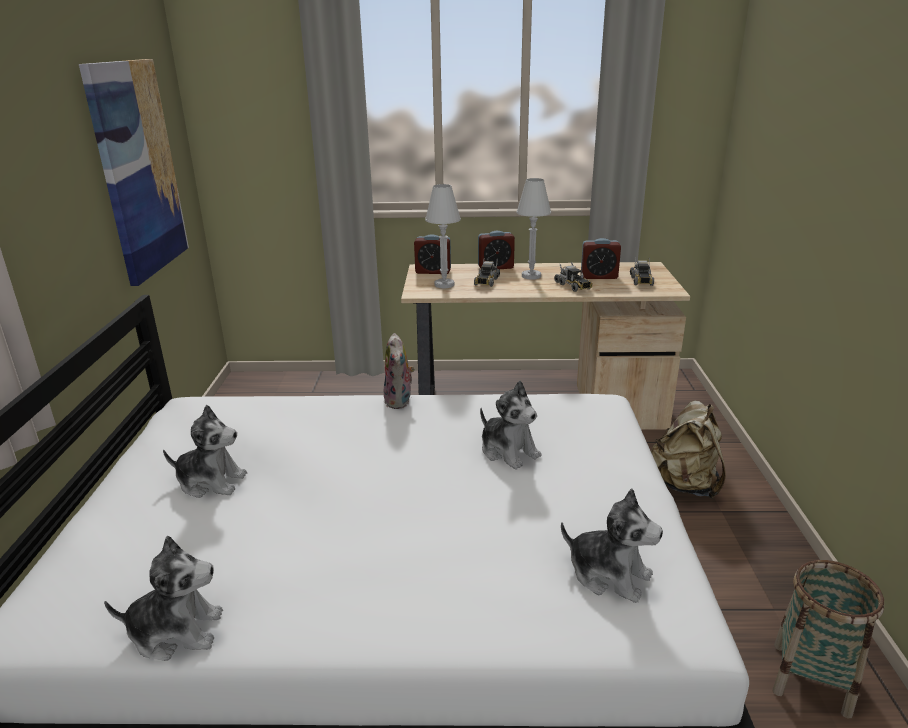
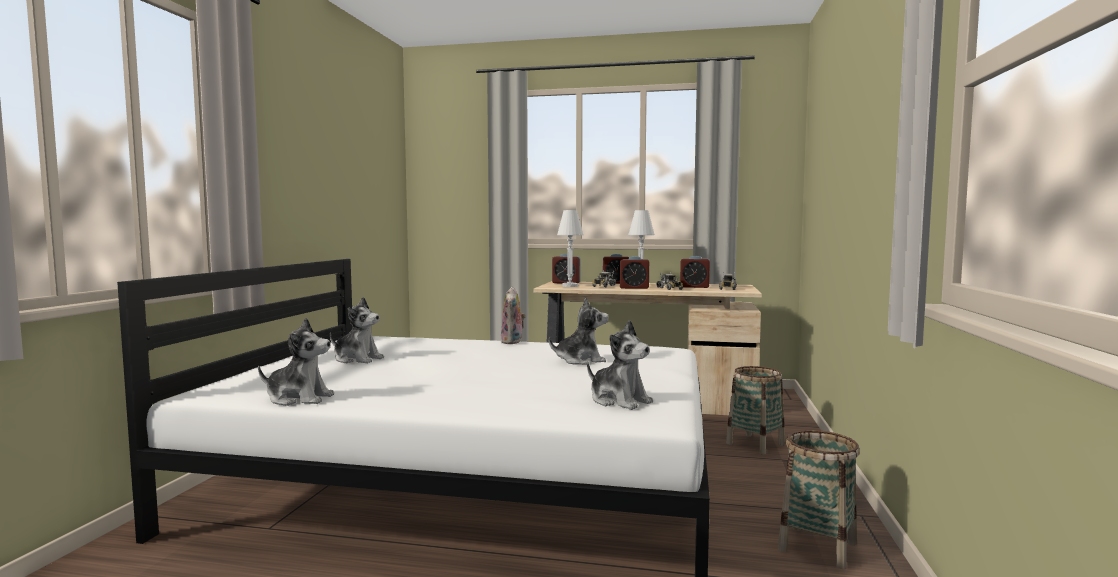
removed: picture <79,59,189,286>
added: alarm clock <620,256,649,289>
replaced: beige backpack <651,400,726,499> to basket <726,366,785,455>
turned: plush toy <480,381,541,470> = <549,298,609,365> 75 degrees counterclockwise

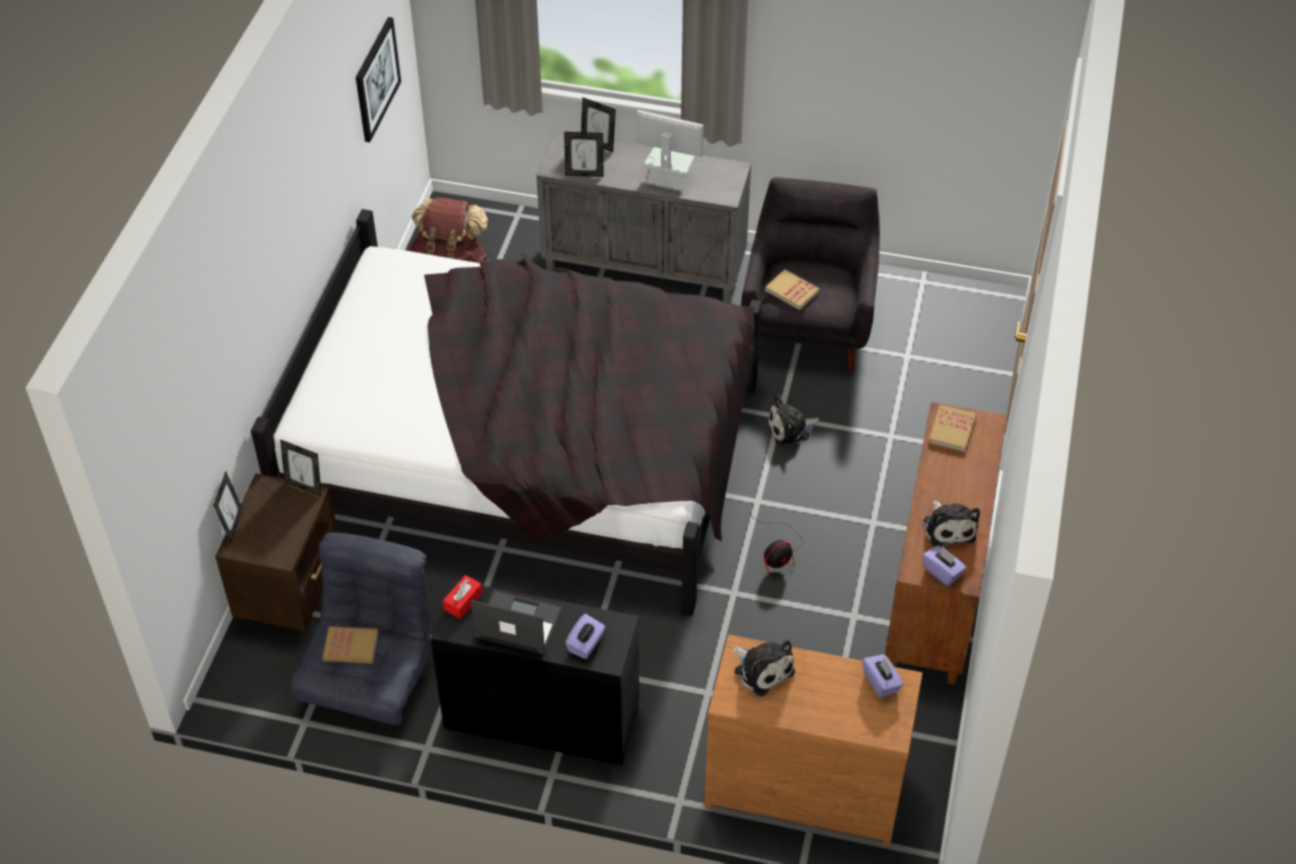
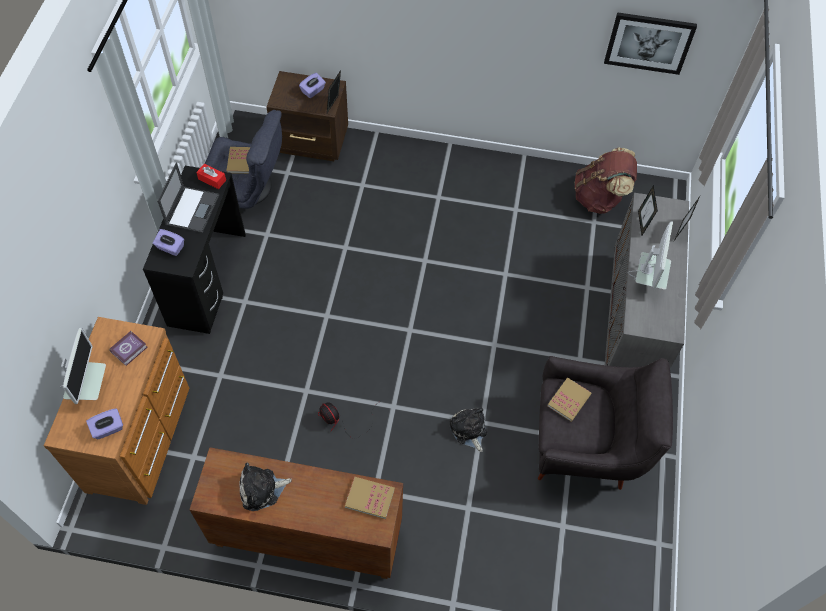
removed: picture frame <213,471,242,543>; black bed <251,209,762,616>
added: monitor <60,328,106,404>
moved: purple tissue box <922,545,966,586> to <299,73,326,98>
replaced: plush toy <732,640,795,697> to book <109,331,148,366>

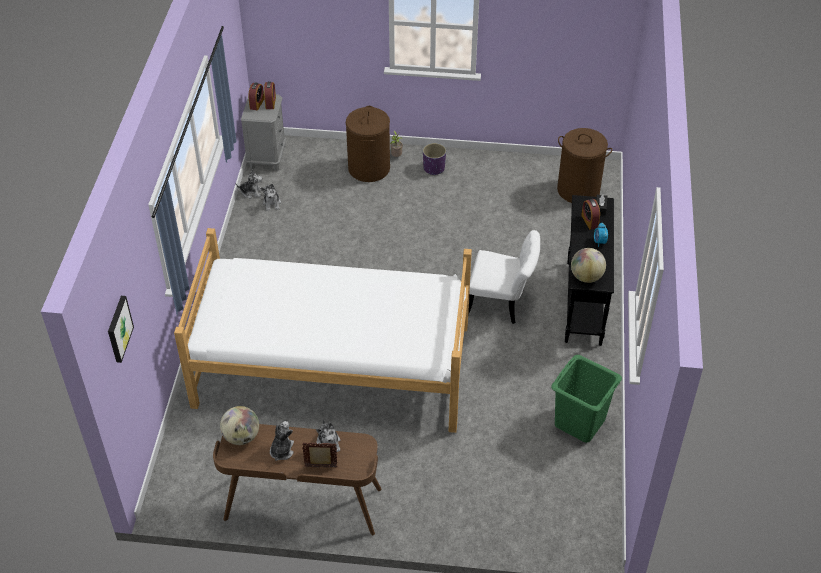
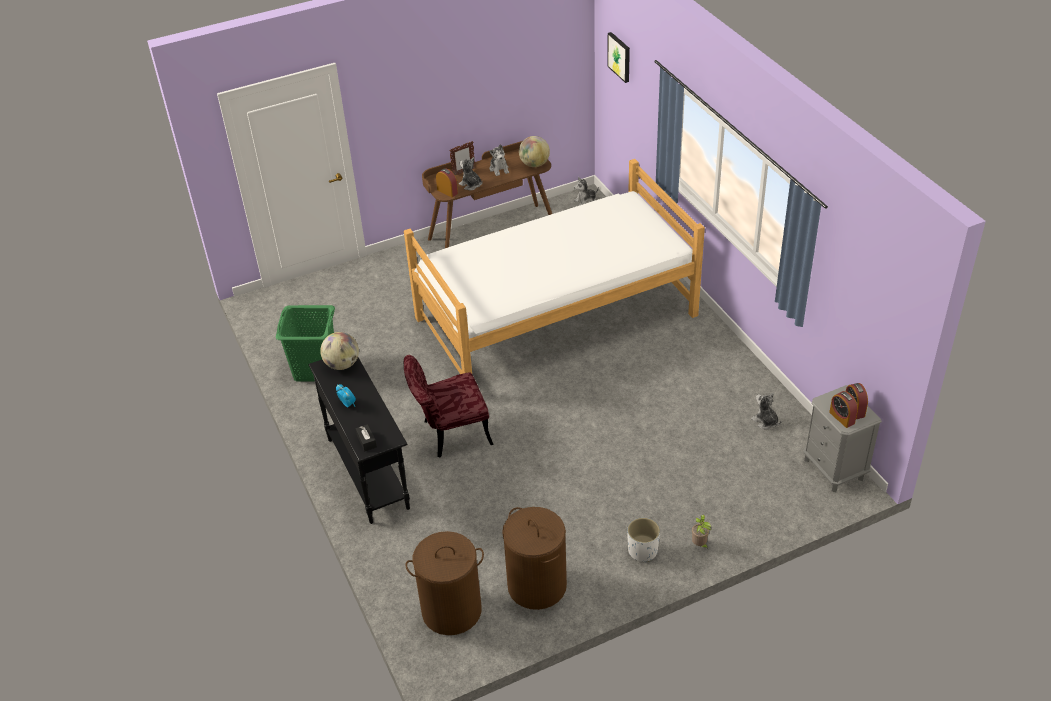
moved: plush toy <235,170,262,198> to <574,177,599,206>; brown laundry basket <346,106,390,182> to <502,507,567,610>; alarm clock <581,199,600,230> to <436,169,458,197>
recoloured: purple planter <423,143,446,175> to white planter <627,518,660,562>; white chair <468,230,540,324> to red chair <404,355,494,457>

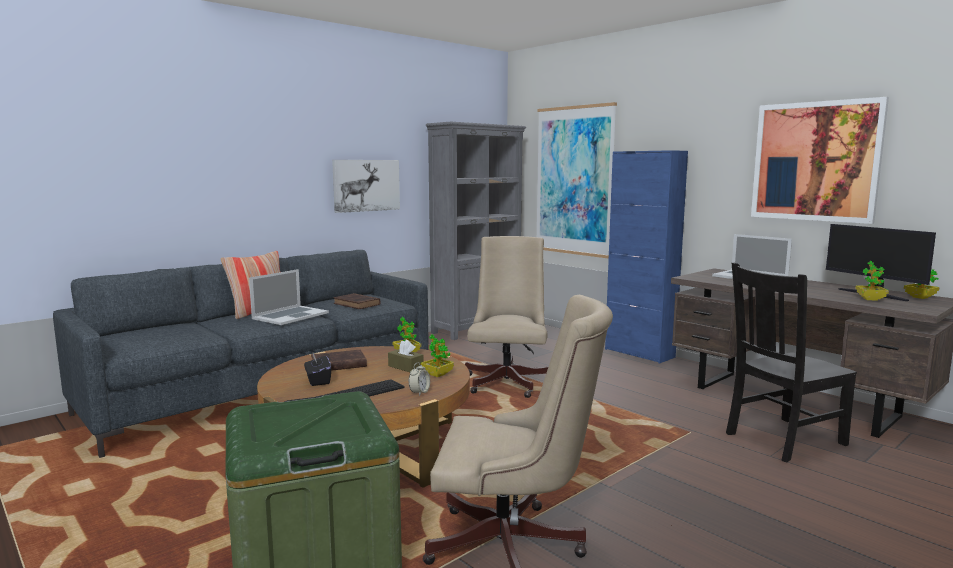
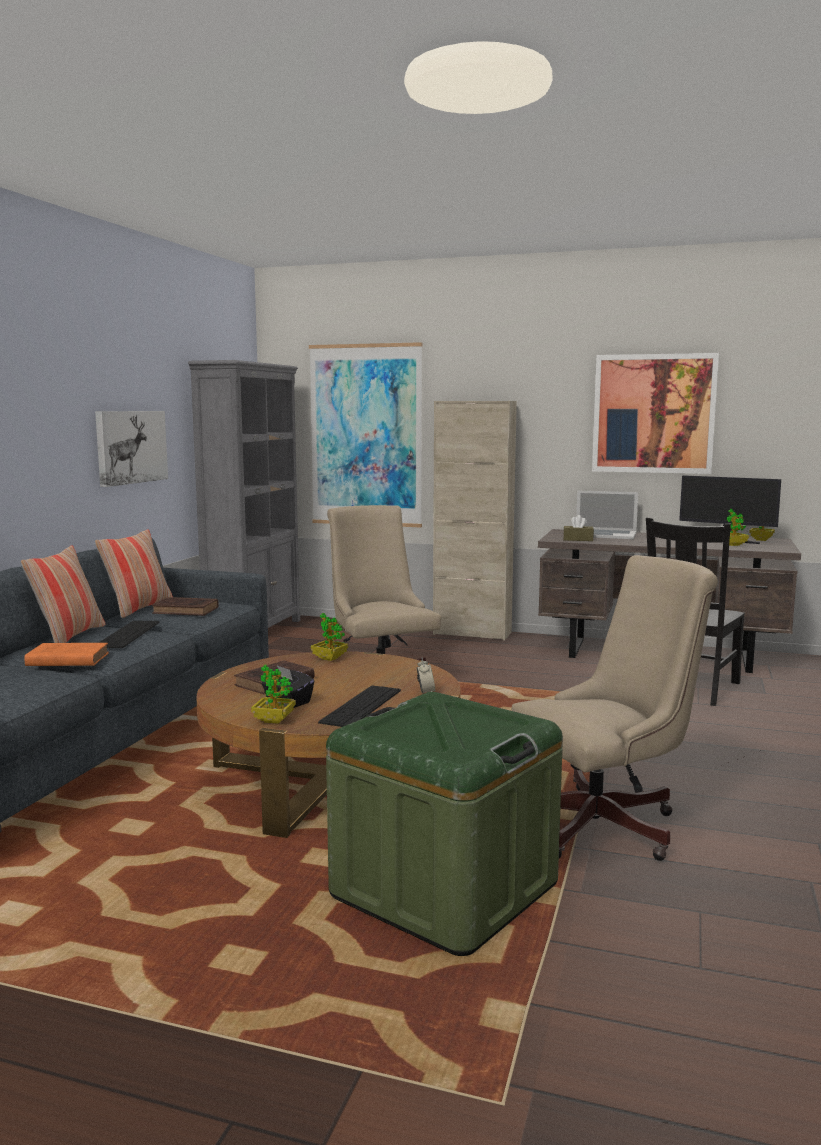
added: orange book <24,643,109,666>; pillow <95,529,173,618>
moved: brown tissue box <388,340,424,372> to <563,515,594,541>; potted plant <421,334,454,377> to <251,665,296,724>
replaced: laptop <249,269,329,325> to keyboard <99,621,159,648>
recoloured: blue cabinet <605,150,688,363> to beige cabinet <433,401,517,641>

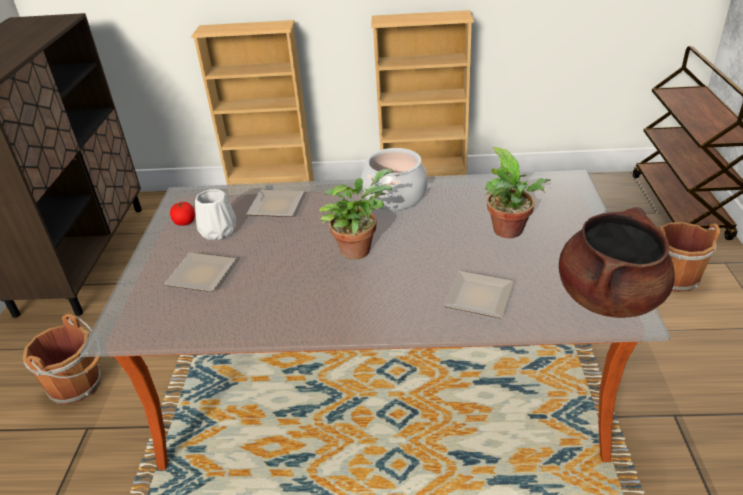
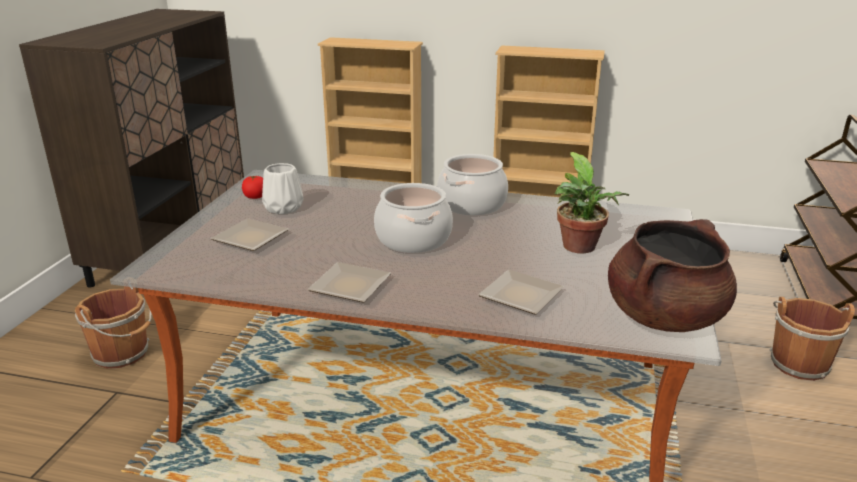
moved: plate <246,190,304,217> to <307,262,391,303>
replaced: potted plant <319,169,393,260> to cooking pot <374,183,453,253>

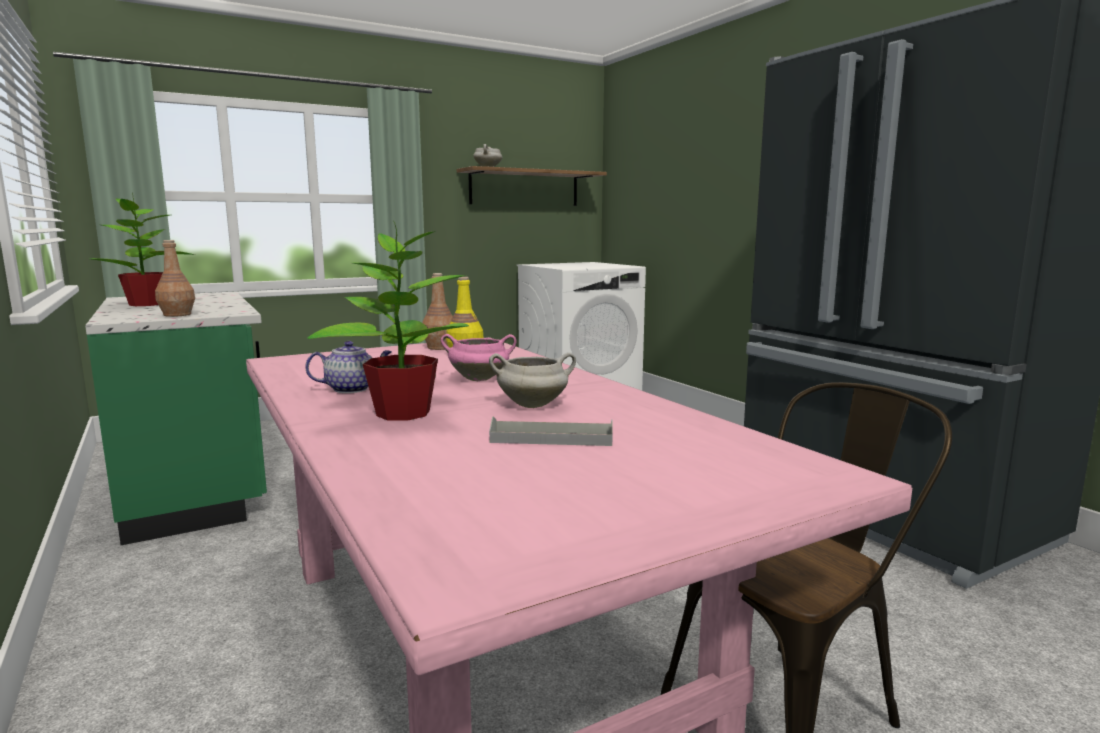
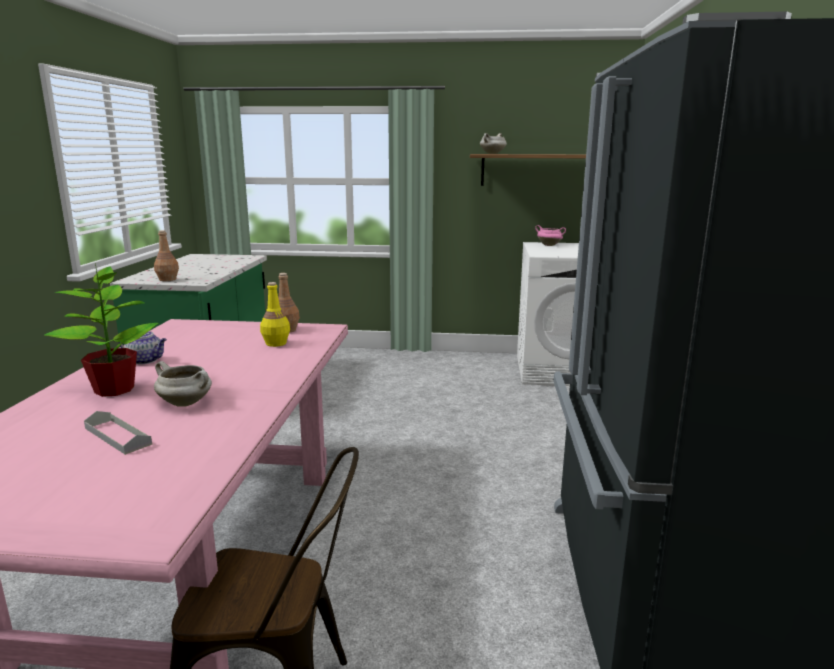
removed: potted plant <91,198,195,306>
moved: pink cooking pot <441,334,516,381> to <535,225,566,246>

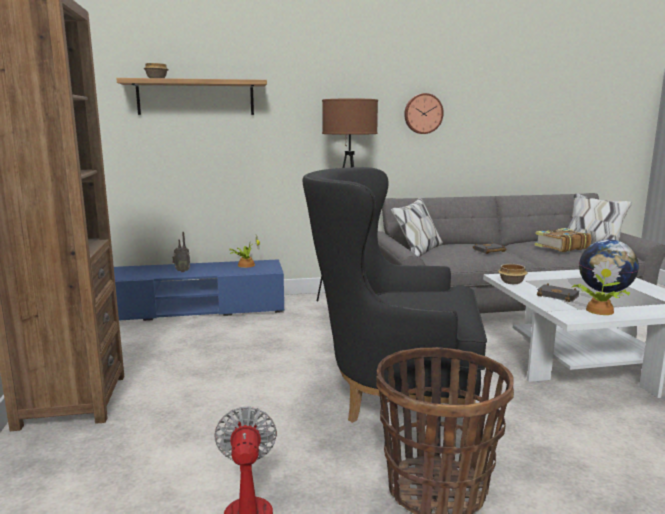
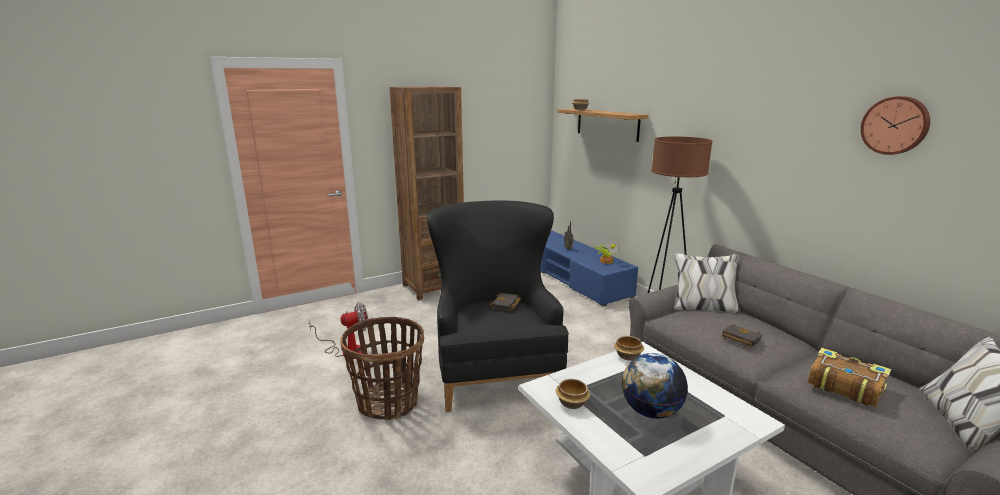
moved: wall clock <404,93,444,134> to <860,96,930,155>; black book <537,284,579,302> to <489,293,521,311>
replaced: potted plant <571,260,630,315> to bowl <556,379,590,409>

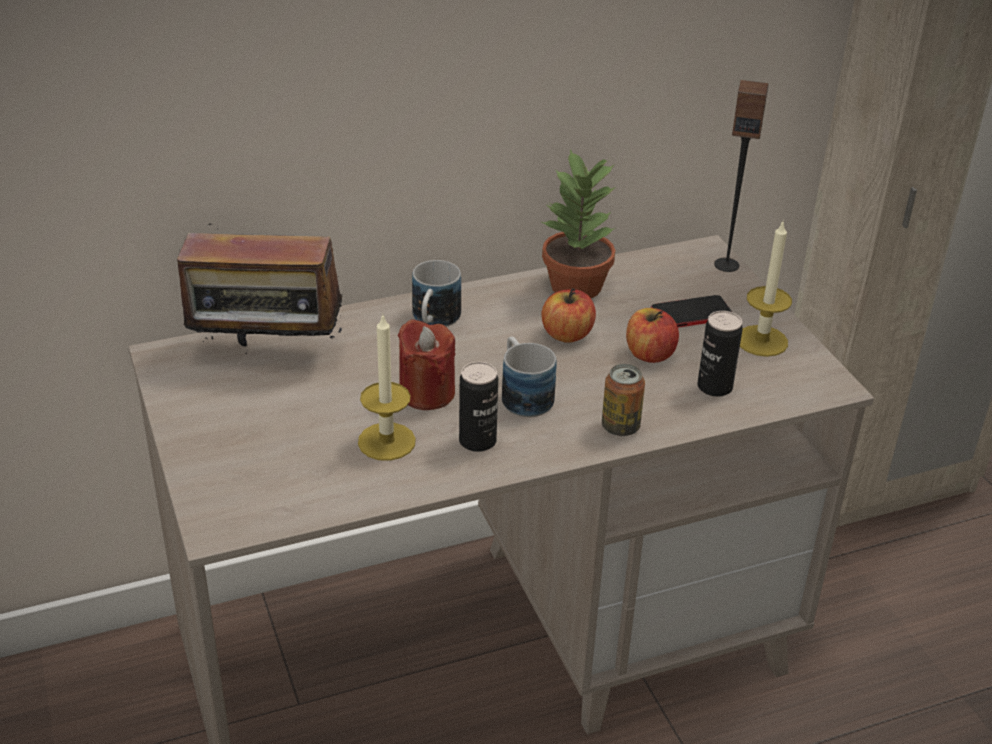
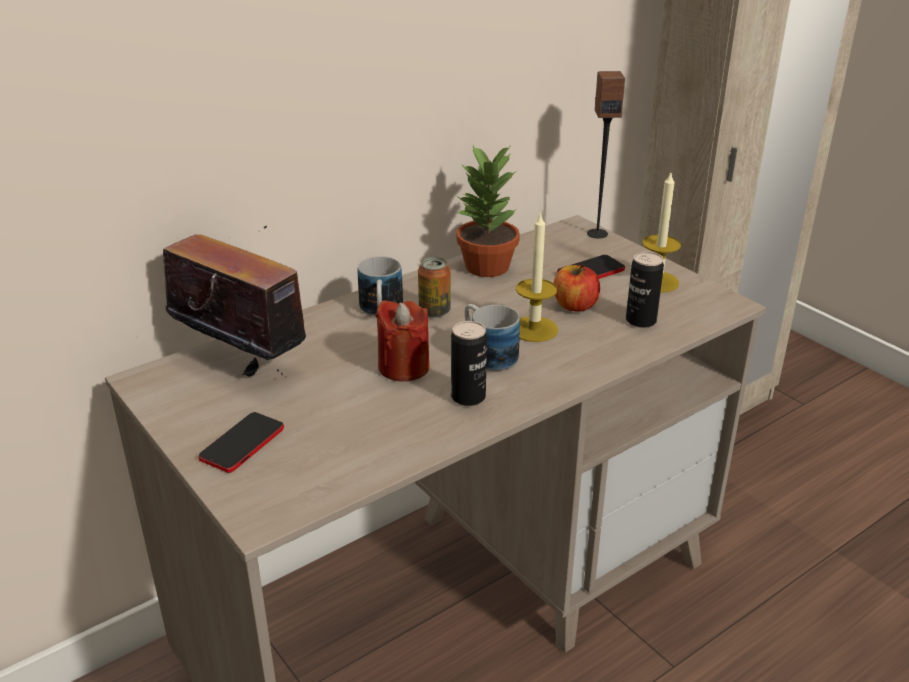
removed: apple <541,288,596,343>
added: phone <198,412,284,473>
moved: candle <358,316,416,461> to <516,211,558,342>; can <602,364,645,436> to <418,257,451,318>
turned: radio <177,223,342,354> = <163,226,306,376> 135 degrees counterclockwise

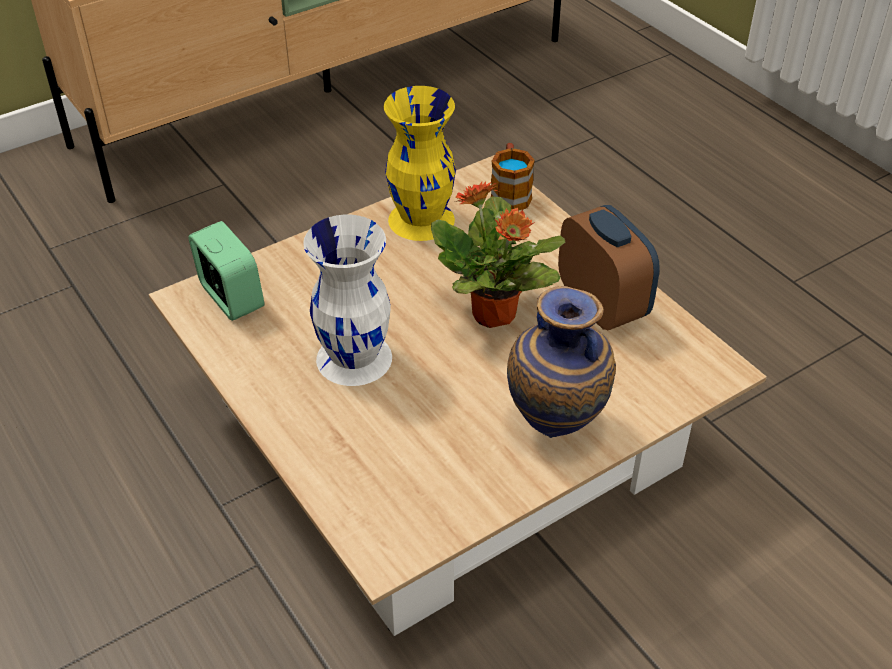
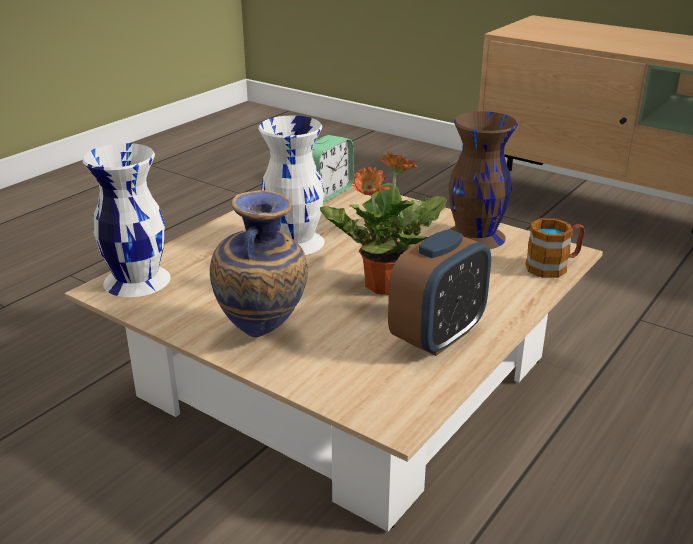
added: white vase <82,143,171,297>
recoloured: yellow vase <384,86,456,241> to brown vase <449,111,518,249>

